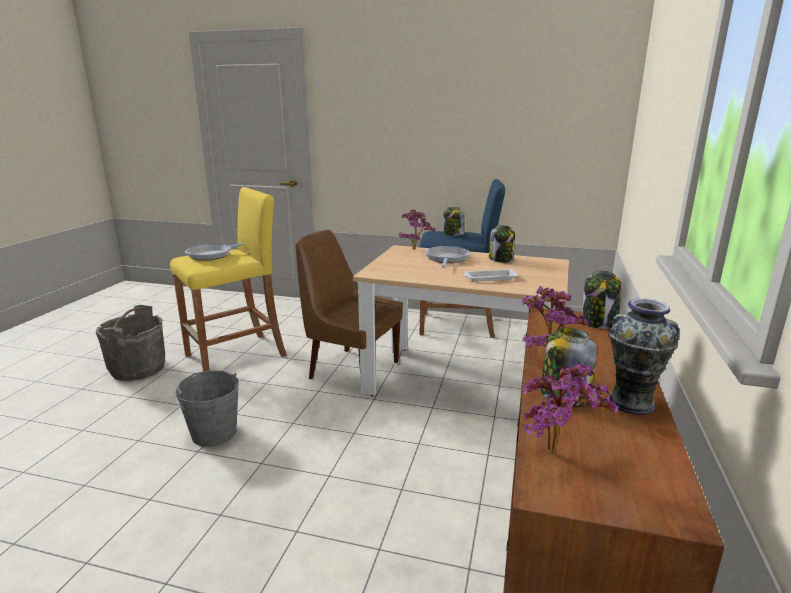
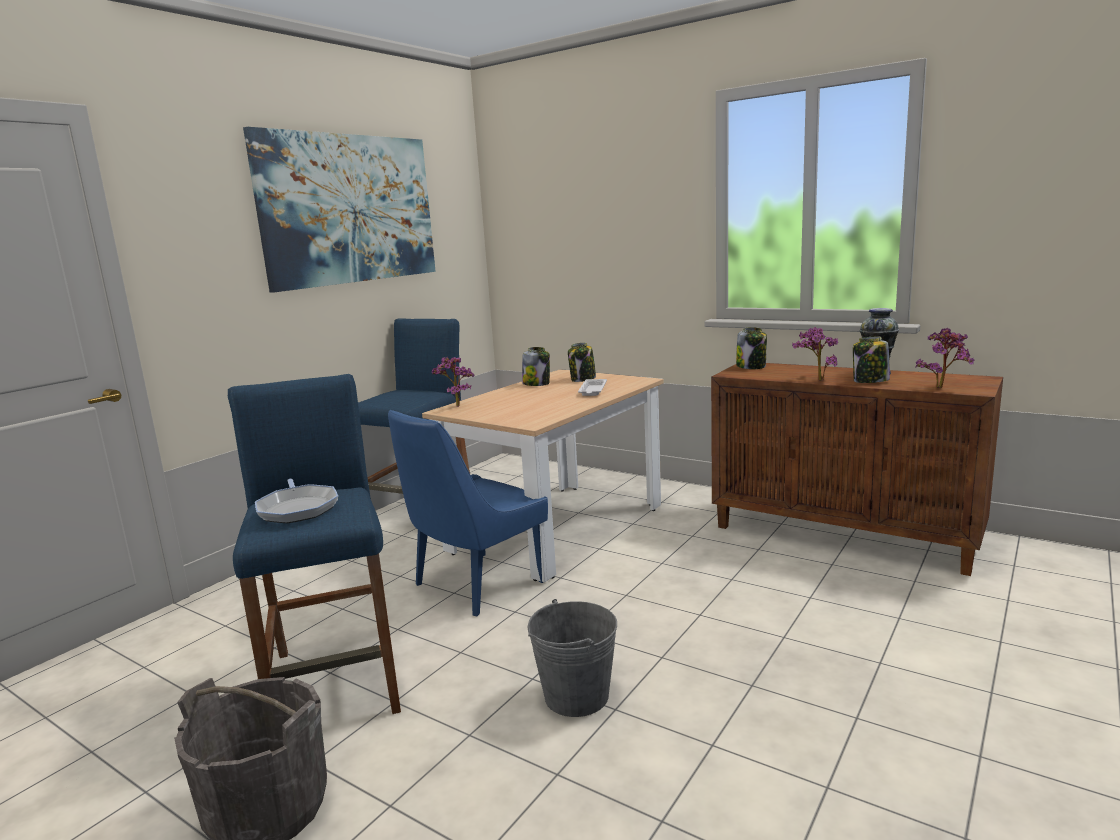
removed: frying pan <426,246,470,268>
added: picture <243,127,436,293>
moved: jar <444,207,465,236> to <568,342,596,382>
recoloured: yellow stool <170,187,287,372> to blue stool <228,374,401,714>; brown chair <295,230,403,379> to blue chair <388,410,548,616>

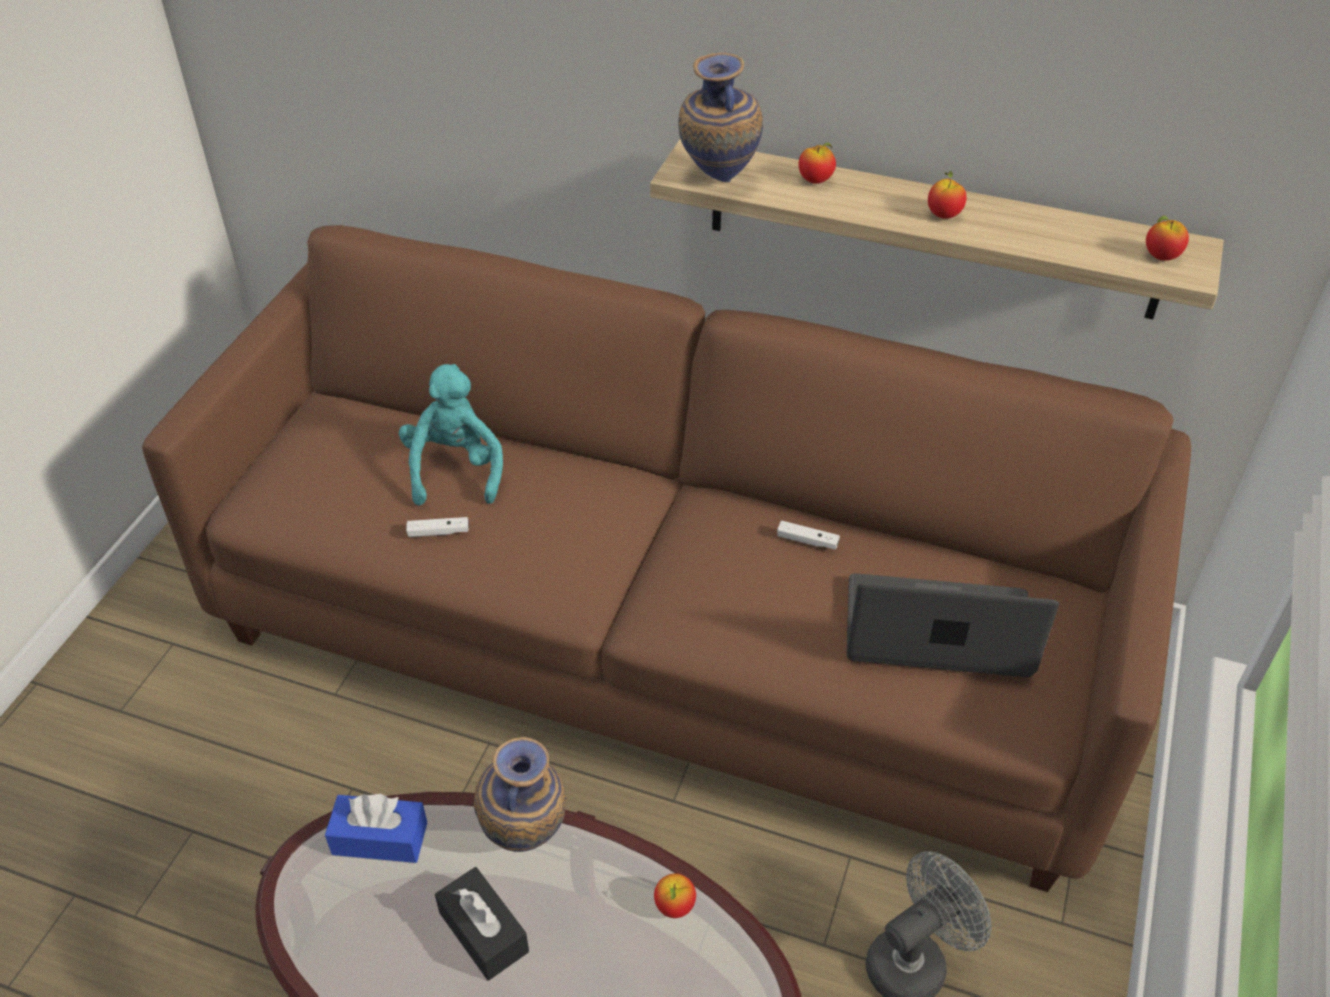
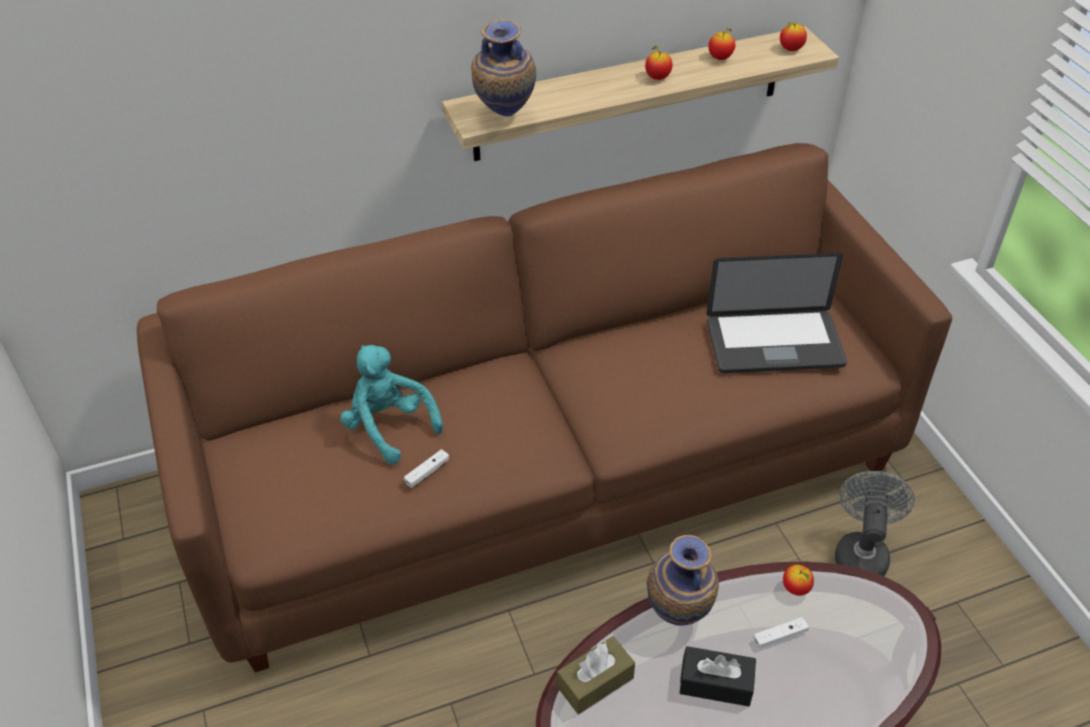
moved: white game controller <777,521,840,550> to <754,617,809,649>; apple <799,142,836,184> to <708,28,735,60>
recoloured: blue tissue box <325,794,427,863> to brown tissue box <557,636,635,714>
turned: laptop <847,573,1059,677> = <707,253,847,373> 150 degrees counterclockwise

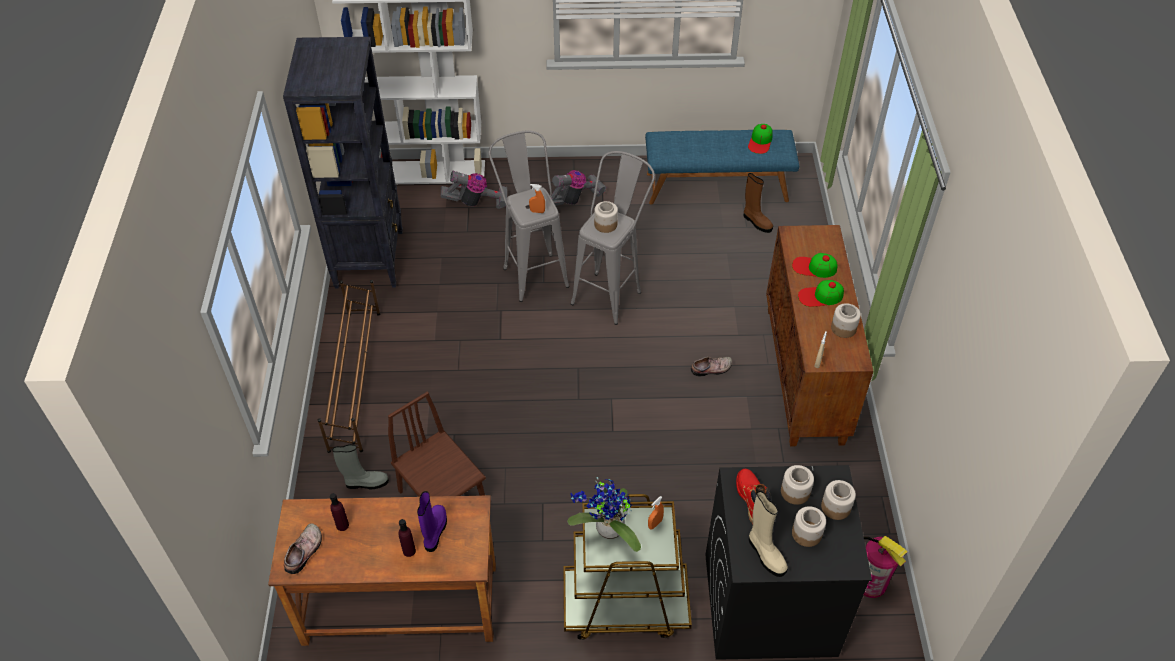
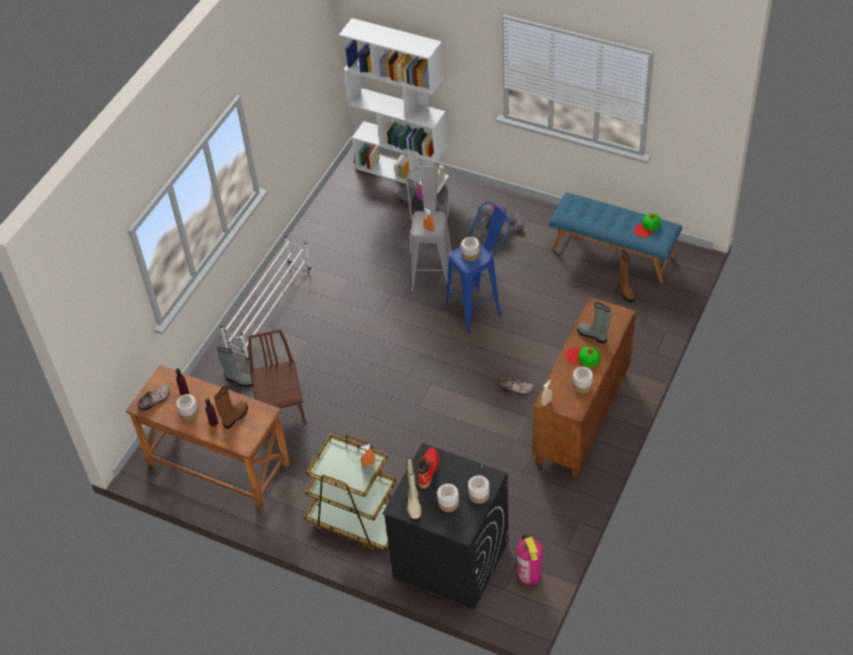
removed: black bookcase <283,37,403,288>; potted plant <567,477,641,552>
moved: jar <781,465,814,505> to <176,394,199,421>
replaced: cap <792,253,838,278> to grey boot <577,302,611,344>
recoloured: brown shoe rack <318,280,380,453> to white shoe rack <220,236,311,359>; purple boot <417,491,447,552> to brown boot <214,386,248,429>; grey stool <571,151,655,325> to blue stool <445,202,511,333>

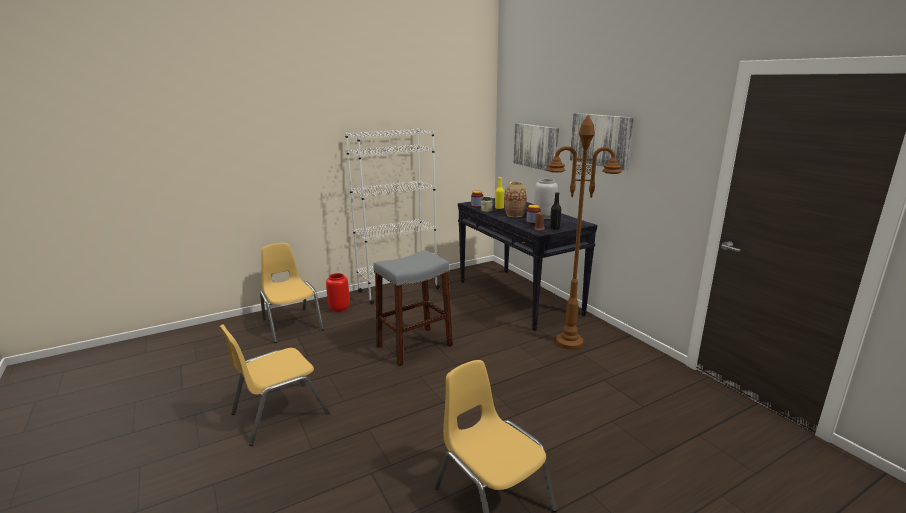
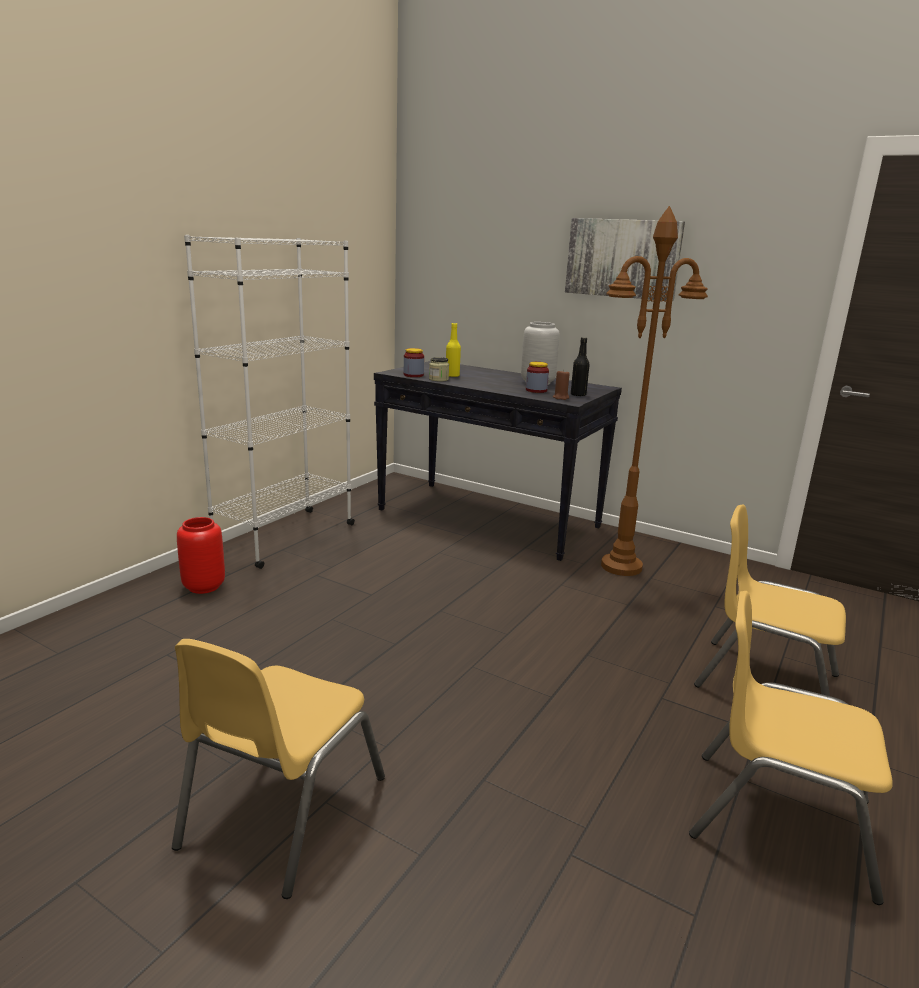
removed: grey stool <374,250,453,366>; vase <504,181,527,217>; picture <514,123,559,171>
moved: yellow chair <260,243,324,343> to <694,504,846,696>

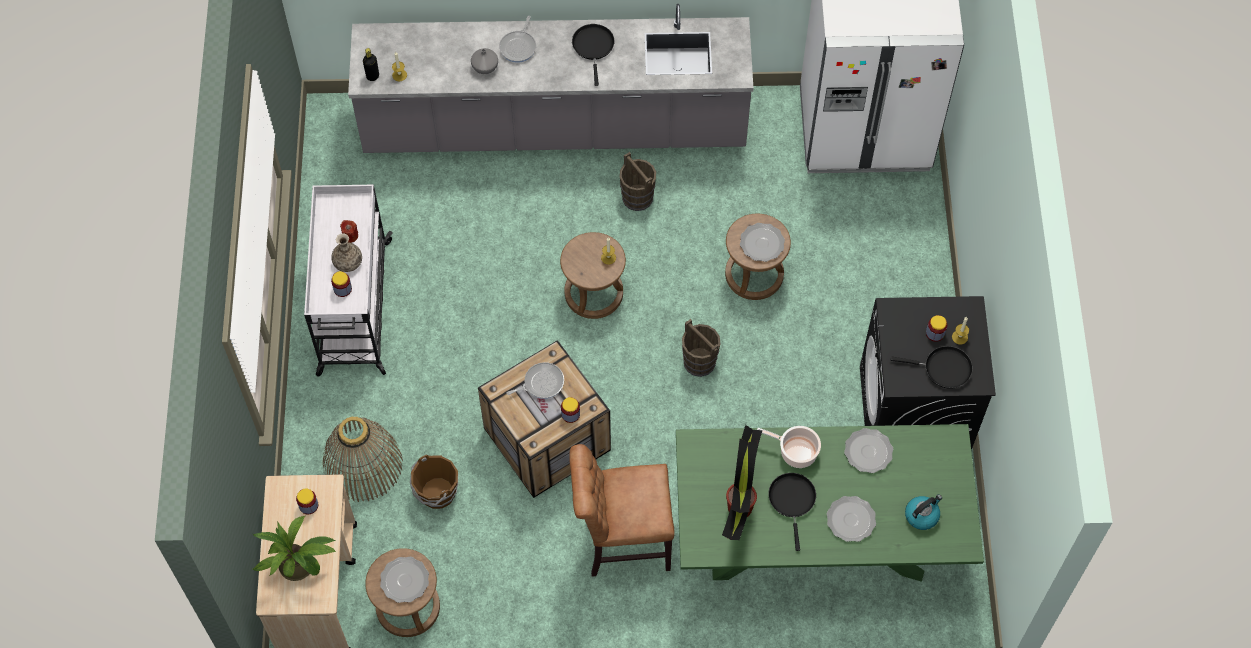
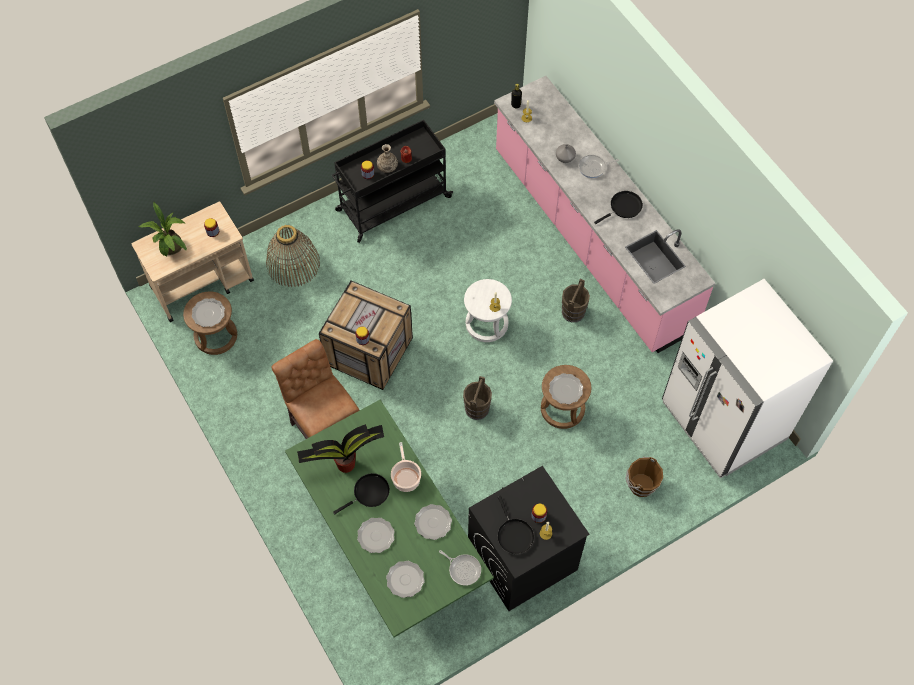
moved: brown bucket <410,455,458,509> to <625,457,663,497>; frying pan <507,362,564,399> to <439,550,481,586>
replaced: kettle <905,494,942,530> to plate <386,561,424,598>
recoloured: white cart <304,185,393,377> to black cart <332,120,453,243>; grey counter <348,4,753,153> to pink counter <494,76,716,353>; brown stool <560,232,626,319> to white stool <464,279,512,342>

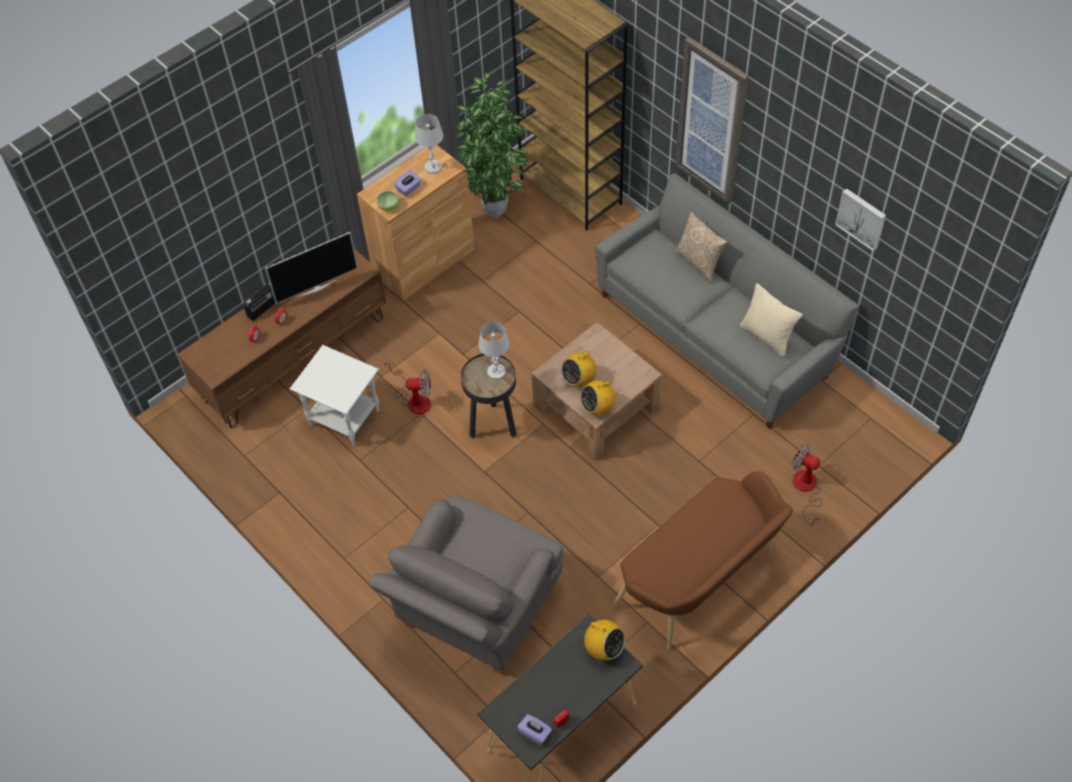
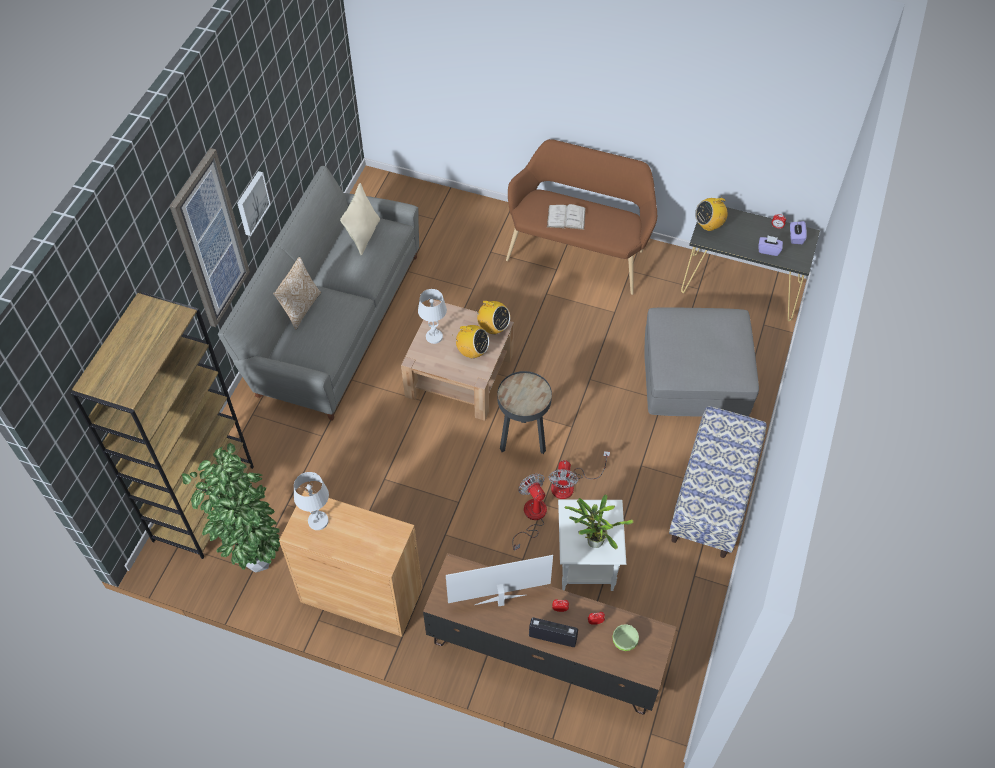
added: white book <547,204,586,230>; potted plant <564,495,634,549>; bench <669,406,767,558>
moved: green bowl <377,191,399,211> to <613,624,639,651>; purple tissue box <394,170,421,196> to <758,236,783,256>; white table lamp <479,322,509,380> to <418,289,447,344>; fan <792,443,822,525> to <549,451,610,499>; picture <835,188,886,251> to <237,171,271,236>
replaced: grey armchair <369,495,563,675> to grey ottoman <644,307,759,417>
turned: television <265,232,358,304> = <446,555,553,606> 45 degrees counterclockwise; radio <582,620,625,661> = <695,194,728,231> 120 degrees counterclockwise

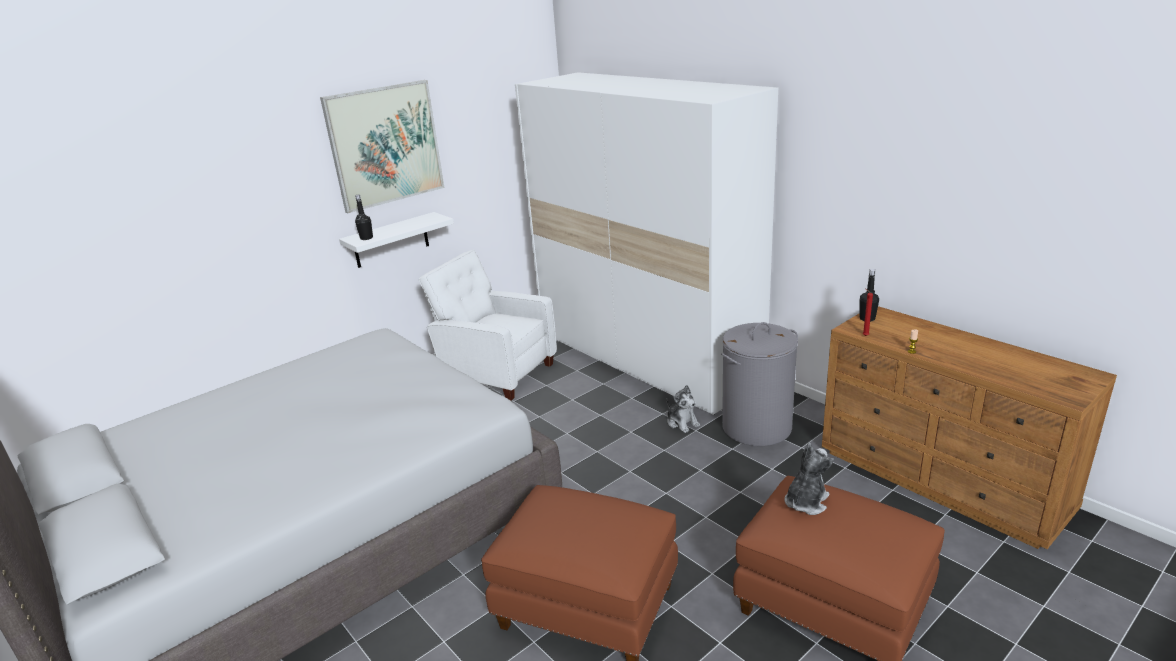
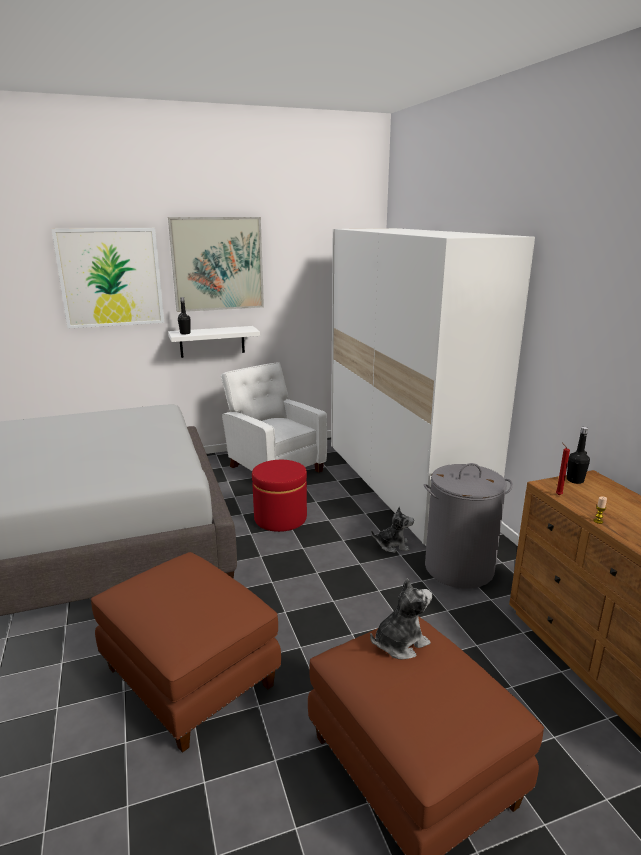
added: picture <51,228,164,328>; red ottoman <252,460,307,532>
turned: plush toy <667,385,700,433> = <371,506,414,553> 75 degrees counterclockwise

